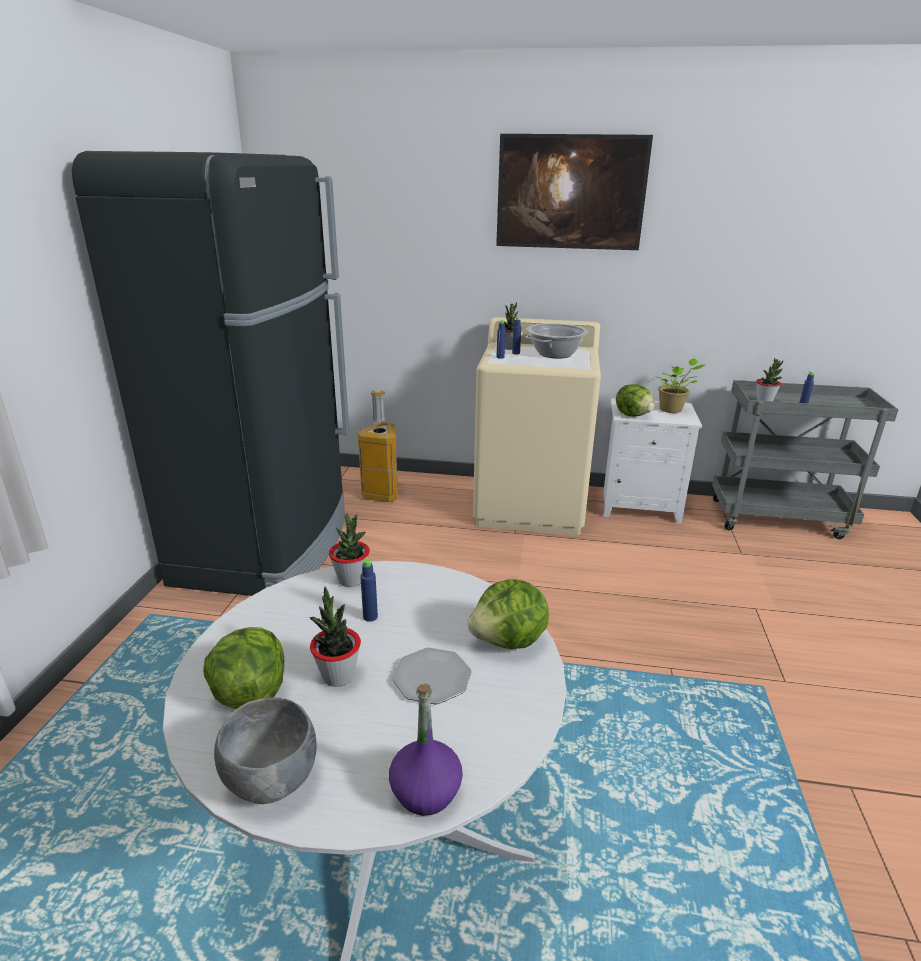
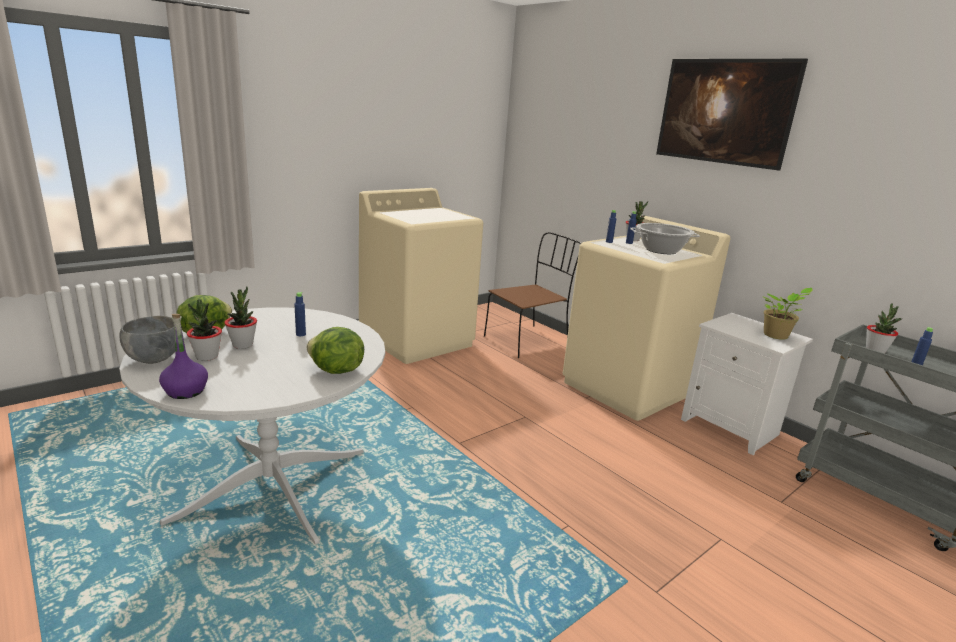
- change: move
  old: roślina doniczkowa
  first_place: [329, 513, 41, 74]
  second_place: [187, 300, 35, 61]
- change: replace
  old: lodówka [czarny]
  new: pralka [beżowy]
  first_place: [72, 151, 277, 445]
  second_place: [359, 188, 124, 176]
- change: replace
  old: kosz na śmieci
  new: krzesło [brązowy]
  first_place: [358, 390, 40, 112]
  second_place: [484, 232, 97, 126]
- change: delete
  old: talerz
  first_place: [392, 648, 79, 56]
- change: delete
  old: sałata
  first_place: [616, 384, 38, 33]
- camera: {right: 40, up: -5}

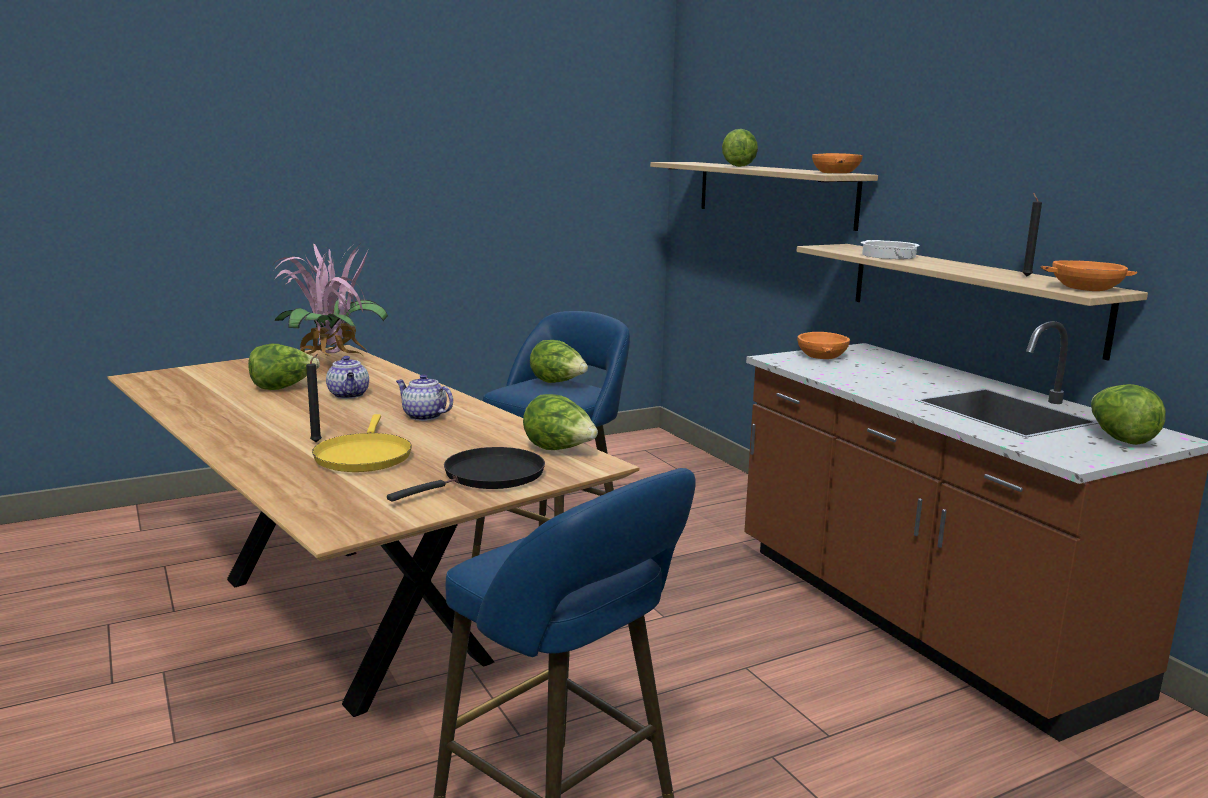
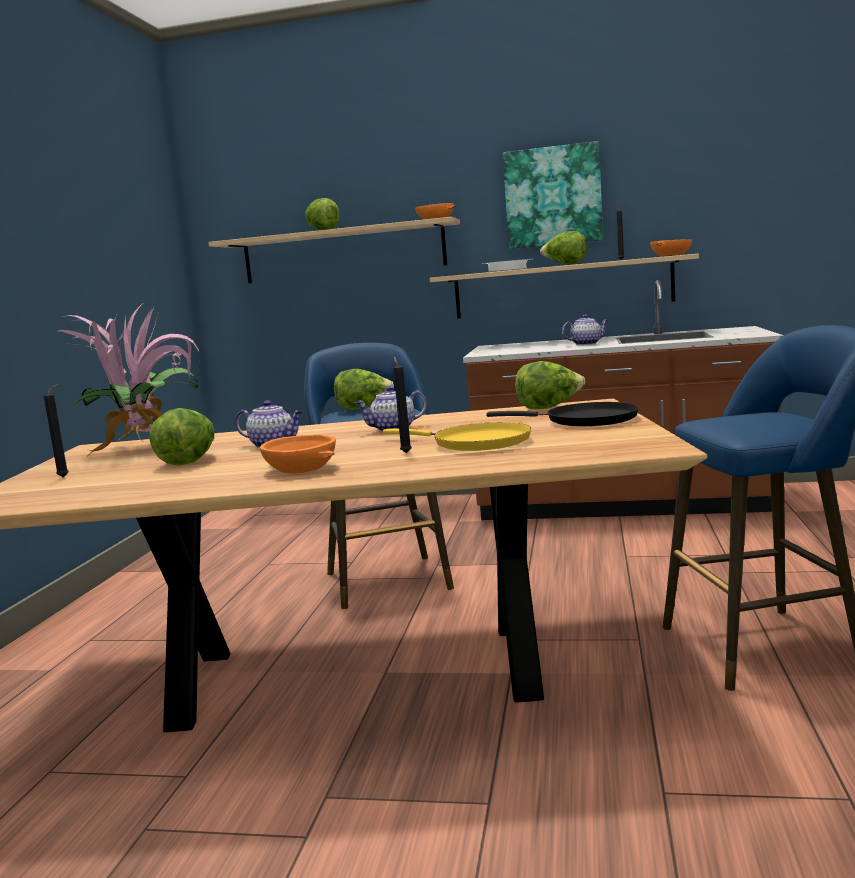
- change: insert
  new: świeca [czarny]
  second_place: [44, 384, 25, 94]
- change: move
  old: miska [pomarańczowy]
  first_place: [797, 332, 53, 27]
  second_place: [260, 435, 76, 39]
- change: rotate
  old: patelnia [czarny]
  first_place: [387, 447, 158, 55]
  second_place: [486, 402, 153, 24]
  degrees: 120
- change: insert
  new: obraz
  second_place: [503, 141, 100, 108]
- change: move
  old: sałata
  first_place: [1091, 384, 75, 61]
  second_place: [540, 231, 47, 34]
- change: insert
  new: imbryk
  second_place: [562, 314, 46, 31]
- camera: {right: -50, up: -5}

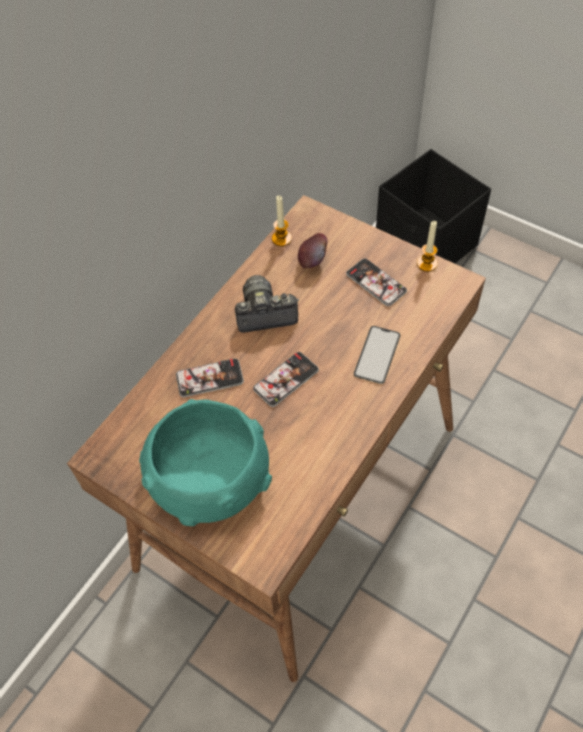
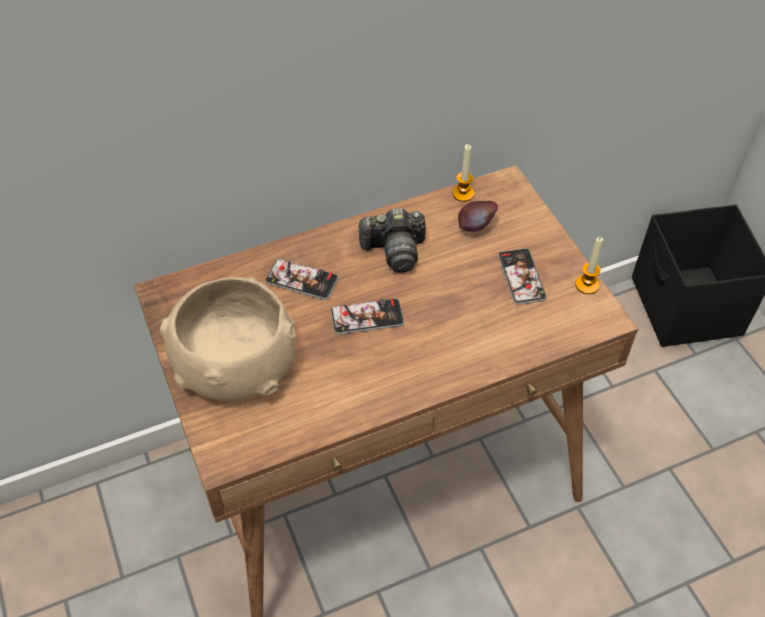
- change: recolor
  old: miska [turkusowy]
  new: miska [beżowy]
  first_place: [139, 399, 133, 127]
  second_place: [160, 277, 136, 124]
- change: rotate
  old: aparat fotograficzny
  first_place: [235, 275, 64, 57]
  second_place: [357, 208, 69, 65]
  degrees: 150
- change: delete
  old: telefon
  first_place: [354, 326, 46, 58]
- camera: {right: 30, up: -5}

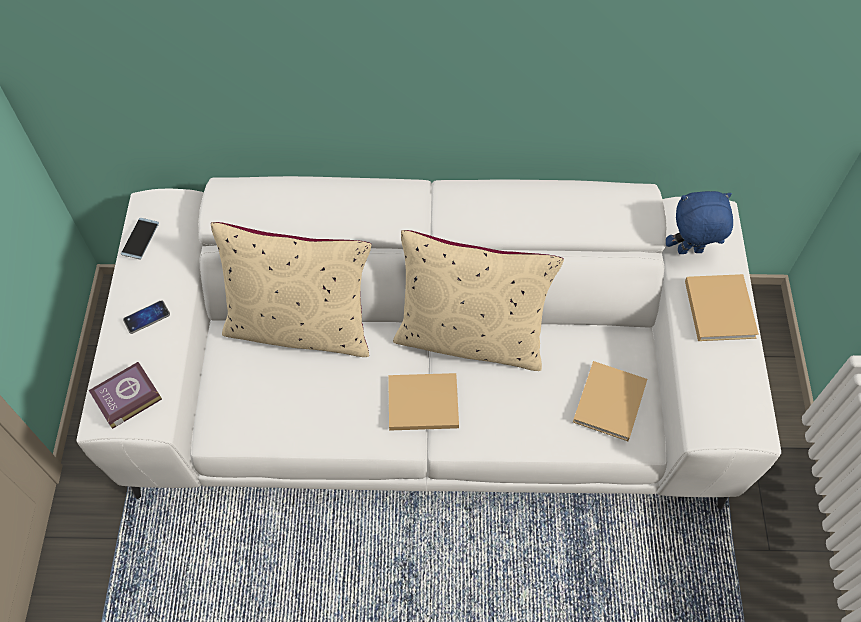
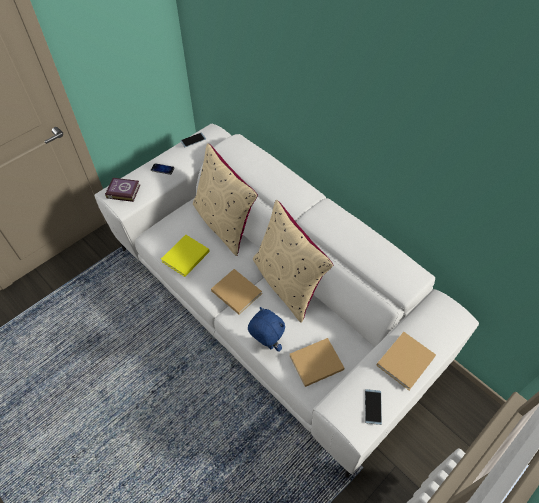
- change: insert
  new: książka [żółty]
  second_place: [161, 235, 49, 42]
- change: move
  old: pluszak [niebieski]
  first_place: [666, 191, 67, 63]
  second_place: [248, 307, 37, 45]
- change: insert
  new: telefon
  second_place: [365, 389, 17, 36]
- camera: {right: 45, up: -5}

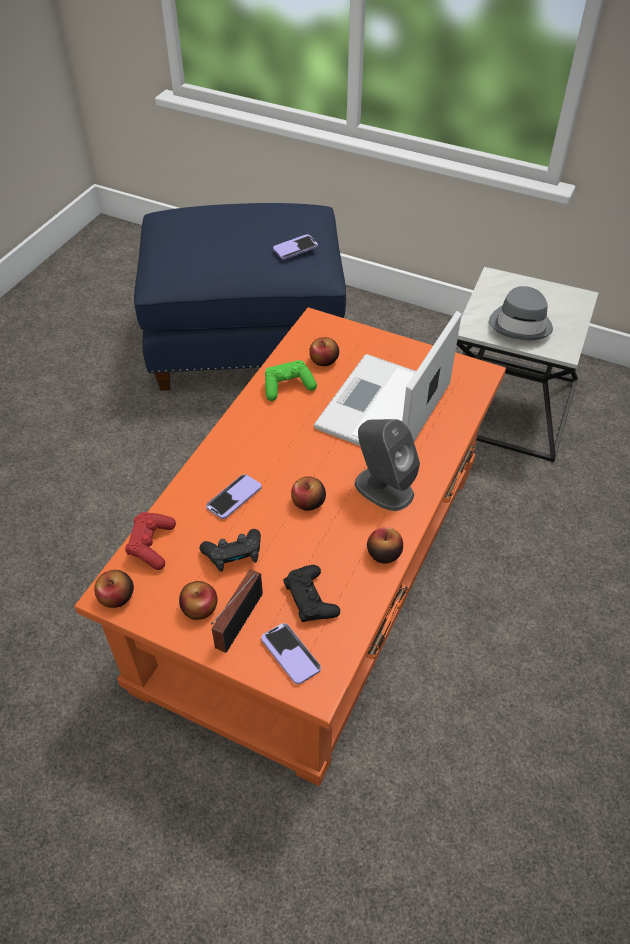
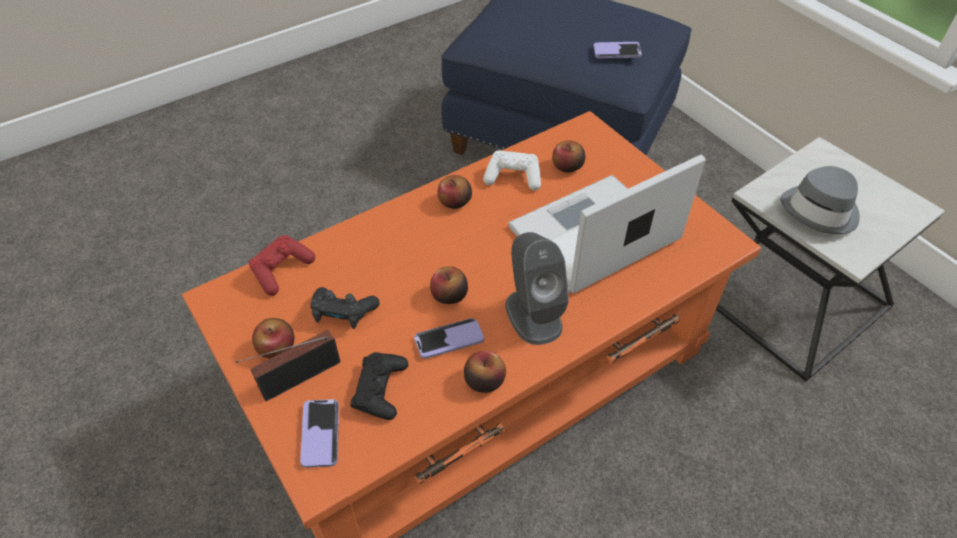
- change: move
  old: telefon
  first_place: [206, 474, 56, 45]
  second_place: [414, 318, 70, 41]
- change: move
  old: jabłko
  first_place: [94, 570, 40, 38]
  second_place: [437, 175, 35, 34]
- change: recolor
  old: pad do gier [zielony]
  new: pad do gier [biały]
  first_place: [265, 360, 52, 41]
  second_place: [483, 150, 58, 41]
- camera: {right: 30, up: 0}

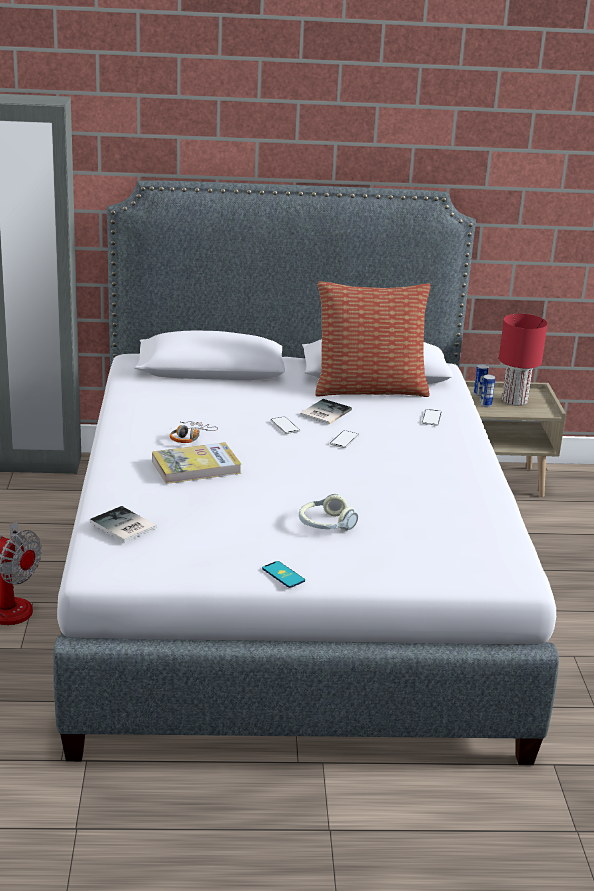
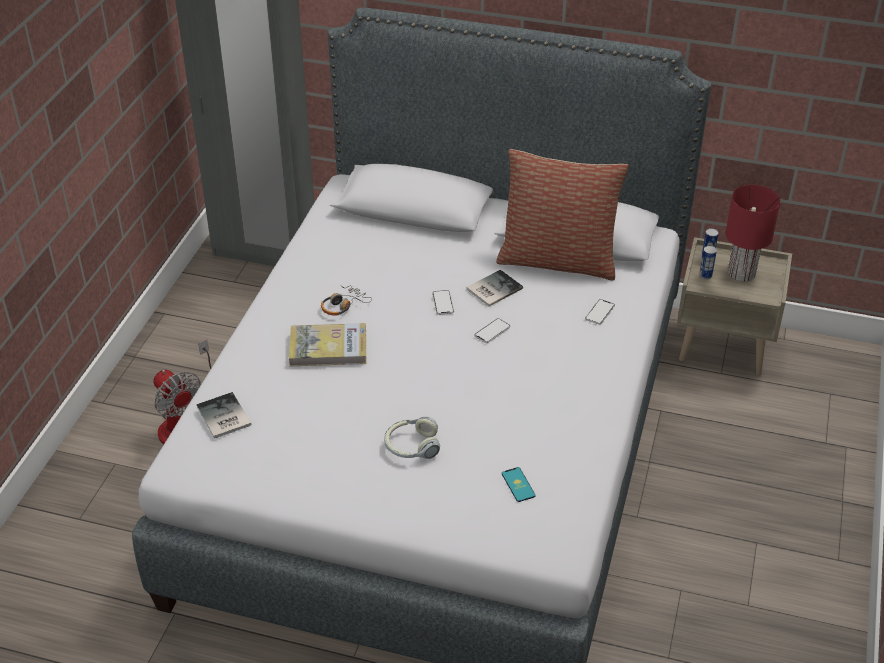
- change: move
  old: telefon
  first_place: [262, 561, 43, 27]
  second_place: [502, 467, 33, 35]
- camera: {right: 20, up: 15}

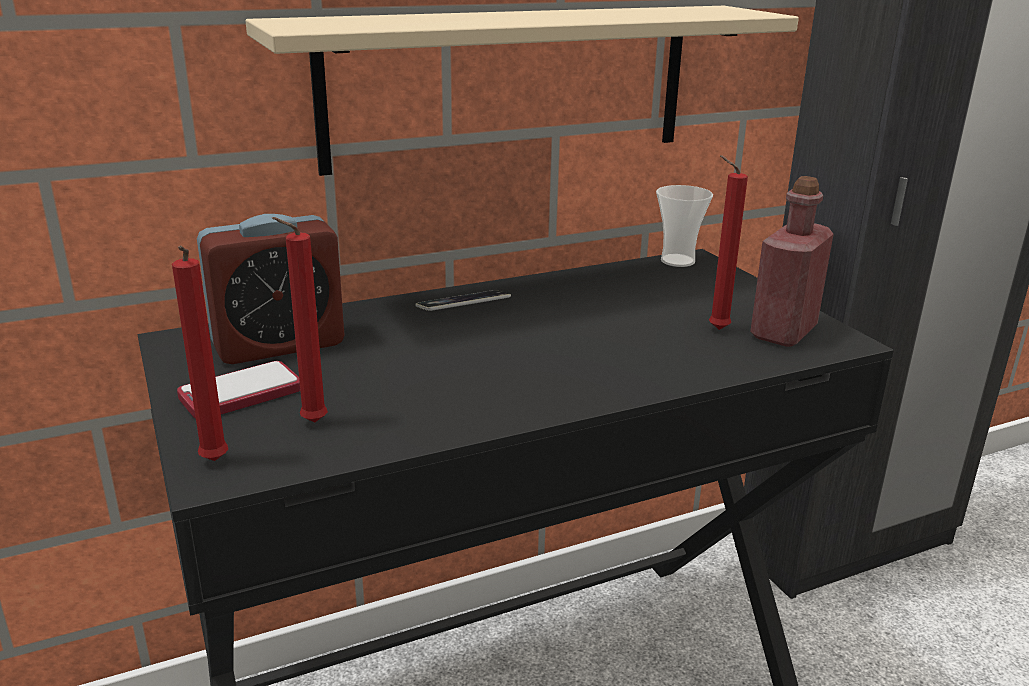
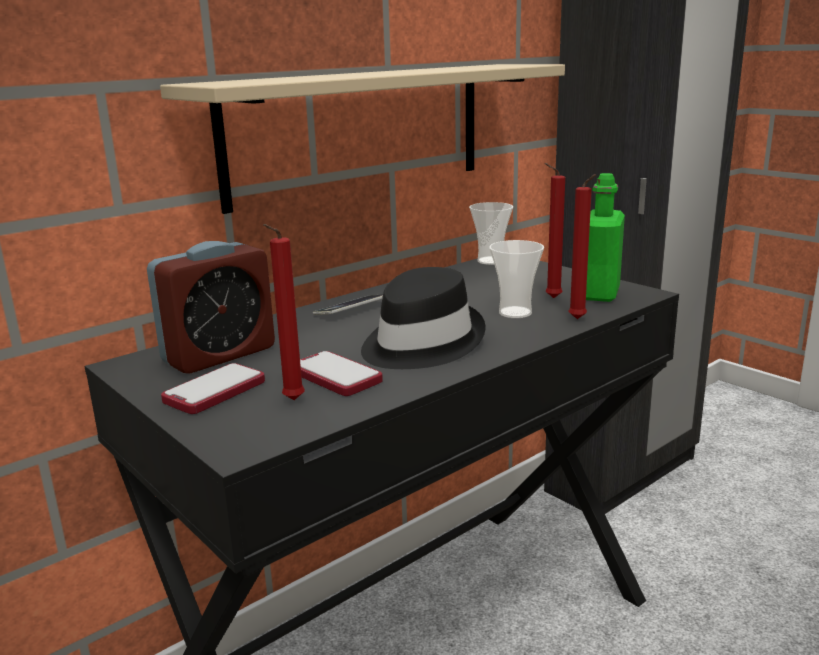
- change: insert
  new: telefon
  second_place: [300, 351, 83, 45]
- change: insert
  new: kapelusz [czarny]
  second_place: [361, 267, 124, 102]
- change: insert
  new: filiżanka
  second_place: [489, 240, 55, 78]
- change: move
  old: świeca [czerwony]
  first_place: [172, 246, 56, 215]
  second_place: [568, 174, 28, 145]
- change: recolor
  old: butelka [czerwony]
  new: butelka [zielony]
  first_place: [750, 176, 84, 171]
  second_place: [586, 173, 39, 129]
- camera: {right: -15, up: -5}

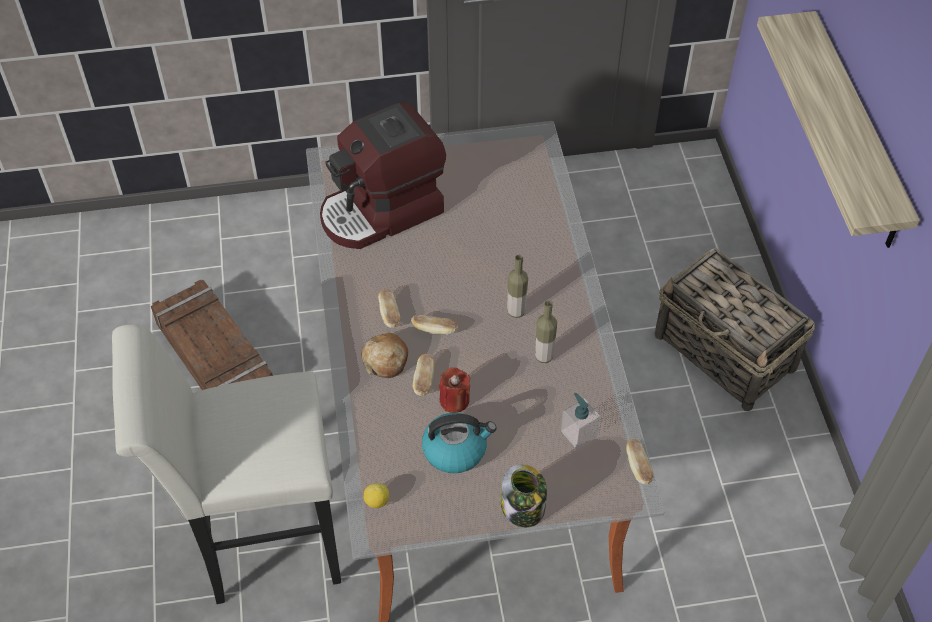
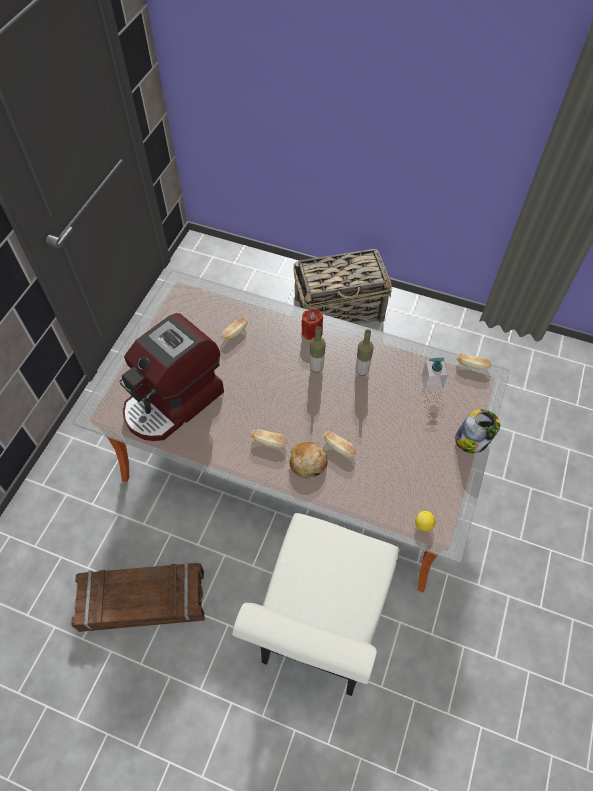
- change: rotate
  old: ekspres do kawy
  first_place: [320, 102, 126, 147]
  second_place: [119, 313, 105, 128]
  degrees: 45
- change: move
  old: chleb
  first_place: [411, 315, 47, 20]
  second_place: [220, 318, 28, 23]
- change: move
  old: świeca [czerwony]
  first_place: [439, 367, 31, 46]
  second_place: [301, 308, 22, 32]
- change: delete
  old: czajnik
  first_place: [422, 413, 75, 60]
- change: delete
  old: półka
  first_place: [757, 11, 163, 237]
- camera: {right: -60, up: 5}

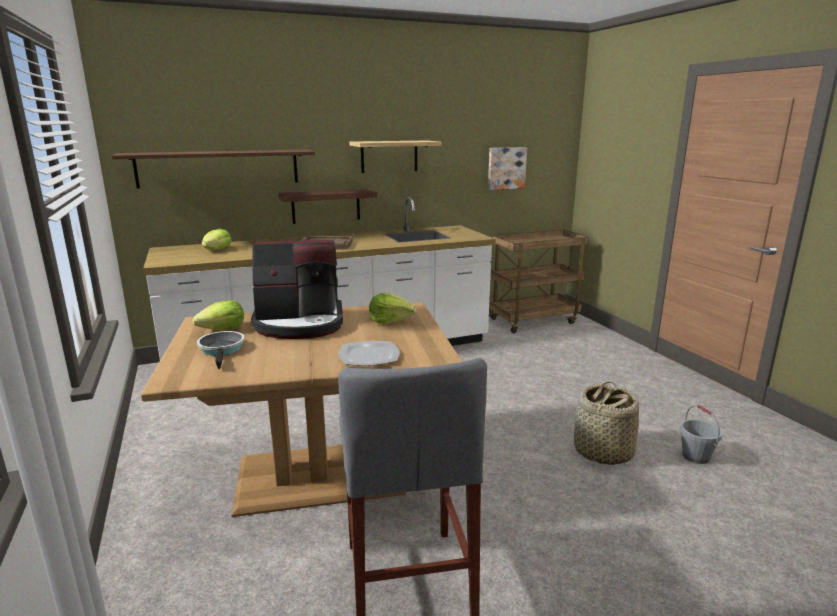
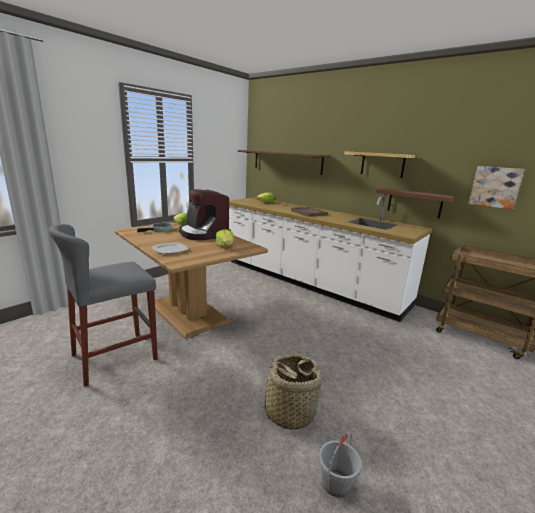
- change: move
  old: półka [brązowy]
  first_place: [279, 189, 98, 35]
  second_place: [376, 188, 79, 31]
- camera: {right: 60, up: 0}

